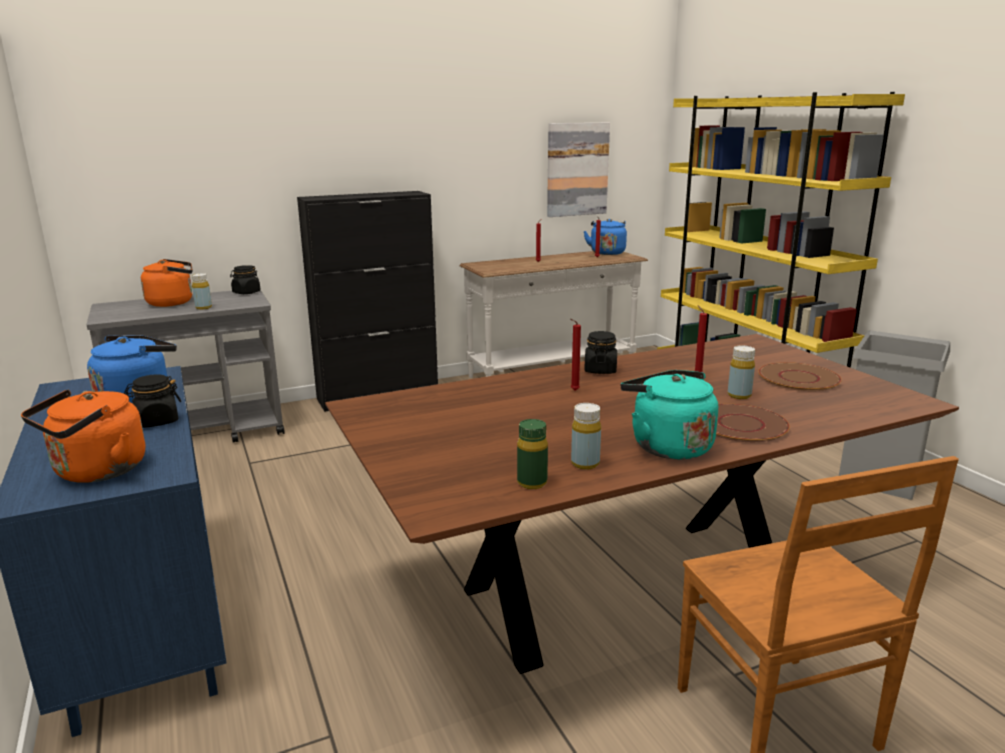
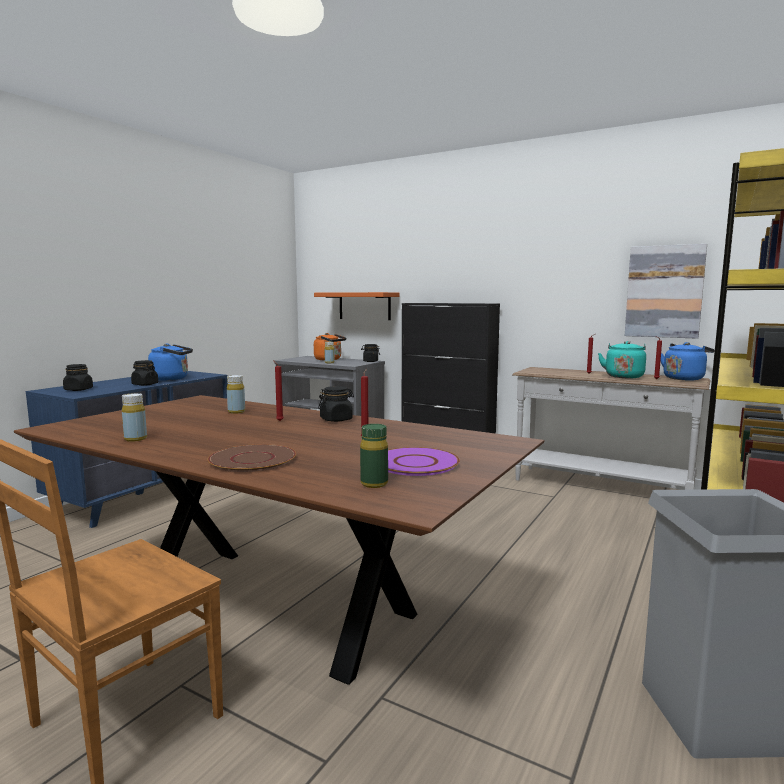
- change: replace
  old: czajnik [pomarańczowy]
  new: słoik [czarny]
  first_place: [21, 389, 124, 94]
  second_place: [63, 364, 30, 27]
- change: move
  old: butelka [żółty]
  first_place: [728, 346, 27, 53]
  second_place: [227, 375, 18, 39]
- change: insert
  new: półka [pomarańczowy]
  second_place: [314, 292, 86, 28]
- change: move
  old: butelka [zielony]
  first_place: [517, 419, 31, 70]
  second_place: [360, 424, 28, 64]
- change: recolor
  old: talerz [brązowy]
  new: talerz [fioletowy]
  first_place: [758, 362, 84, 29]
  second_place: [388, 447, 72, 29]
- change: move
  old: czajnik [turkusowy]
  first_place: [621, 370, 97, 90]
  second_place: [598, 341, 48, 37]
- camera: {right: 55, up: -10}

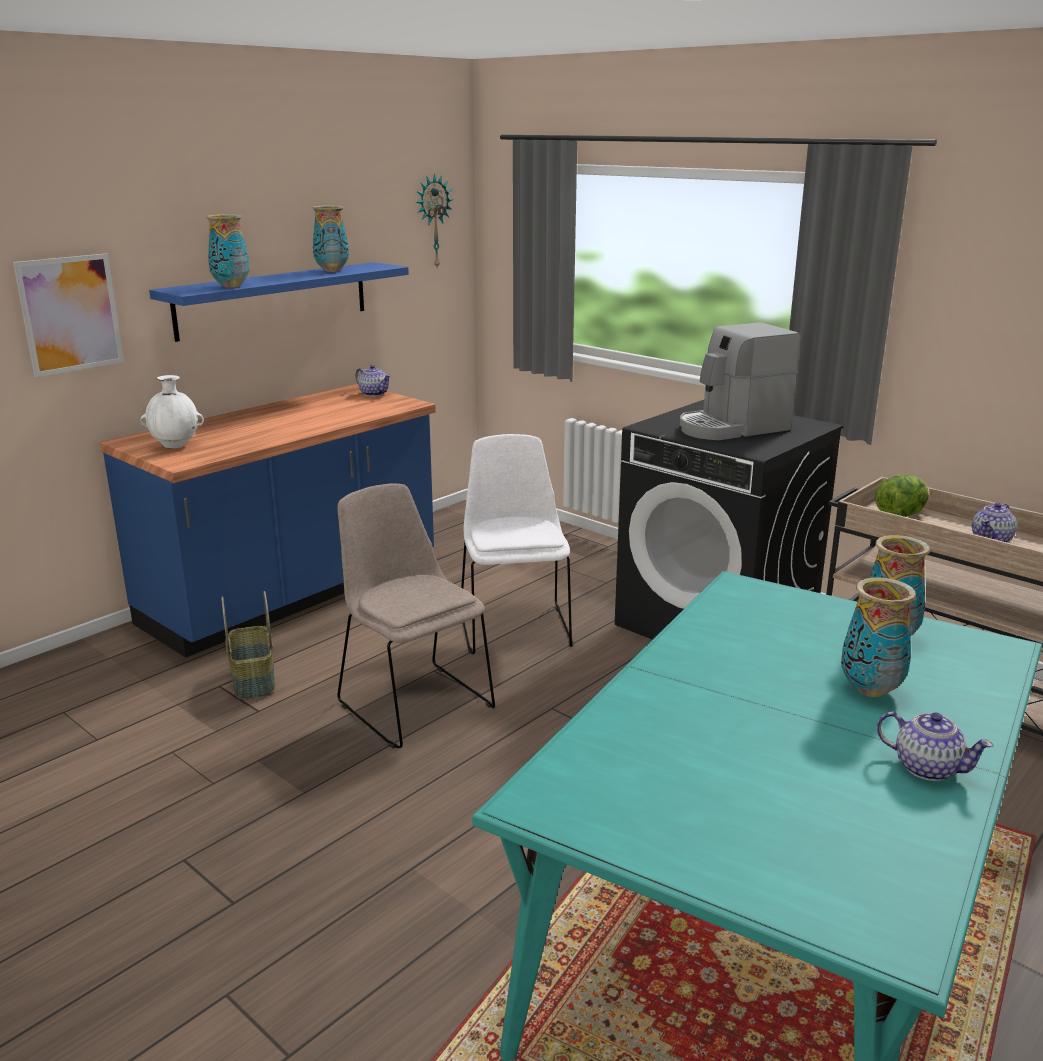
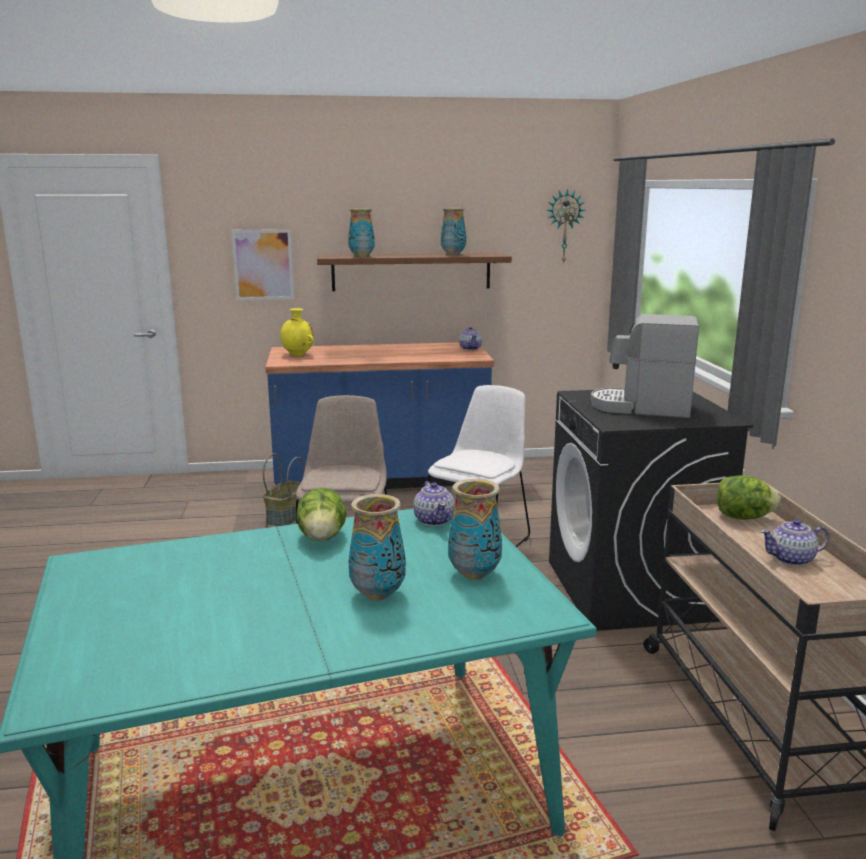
- change: recolor
  old: wazon [biały]
  new: wazon [żółty]
  first_place: [141, 375, 63, 73]
  second_place: [280, 308, 34, 48]
- change: insert
  new: sałata
  second_place: [296, 488, 51, 53]
- change: recolor
  old: półka [niebieski]
  new: półka [brązowy]
  first_place: [149, 262, 260, 80]
  second_place: [317, 253, 195, 38]
- change: move
  old: imbryk
  first_place: [877, 711, 116, 70]
  second_place: [413, 481, 42, 45]
- camera: {right: 40, up: -5}

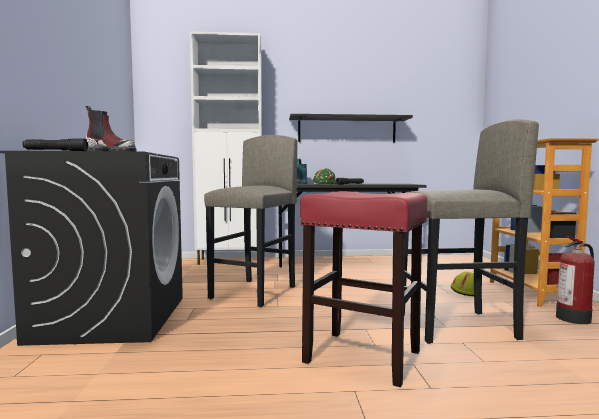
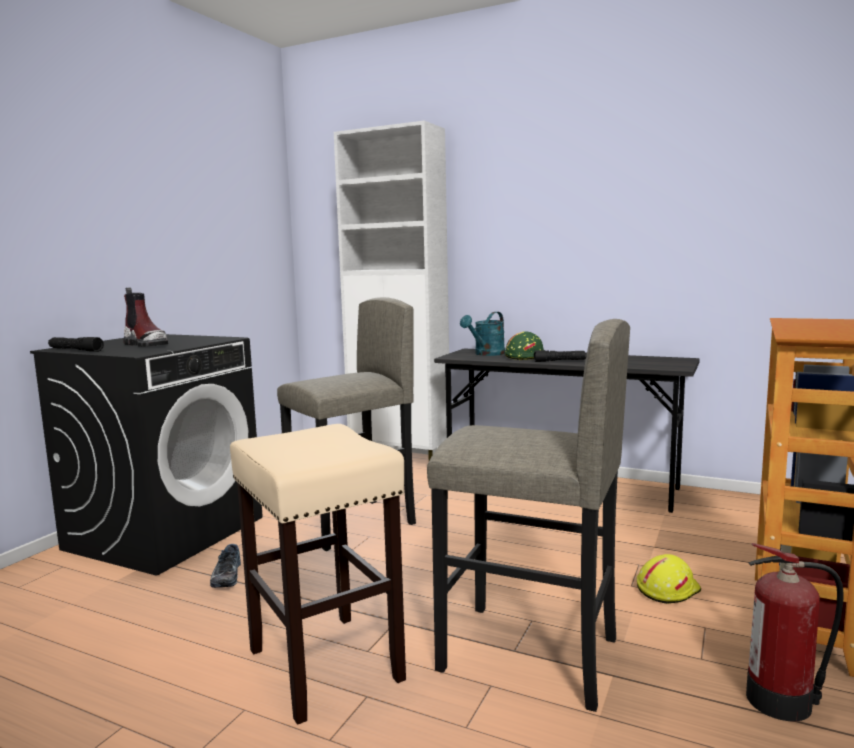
- change: insert
  new: but
  second_place: [210, 544, 31, 44]
- change: recolor
  old: stołek [czerwony]
  new: stołek [beżowy]
  first_place: [300, 191, 127, 196]
  second_place: [230, 424, 176, 301]
- change: delete
  old: półka
  first_place: [289, 114, 124, 29]
- camera: {right: 30, up: 5}

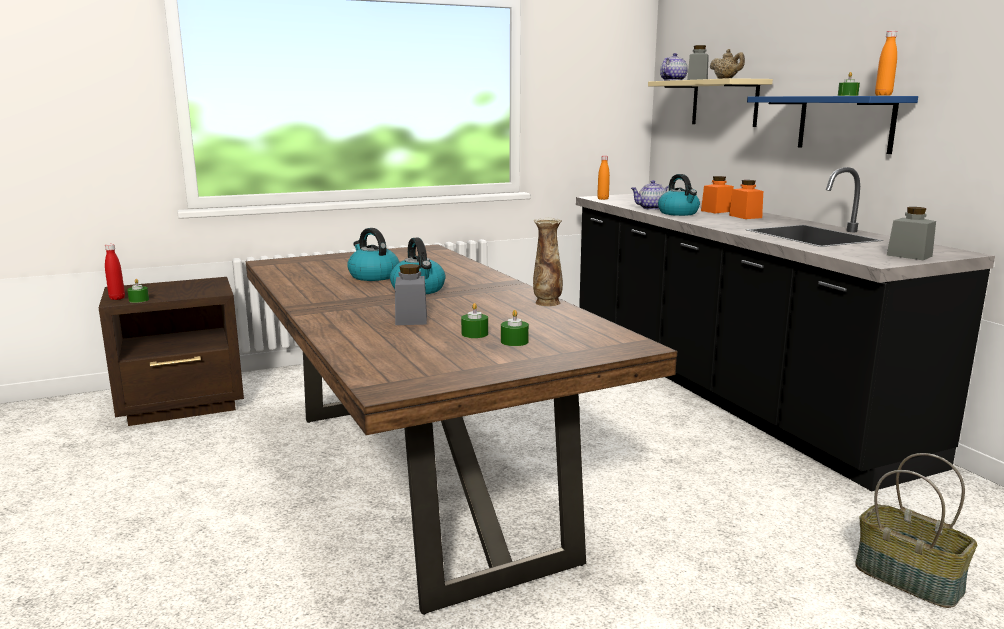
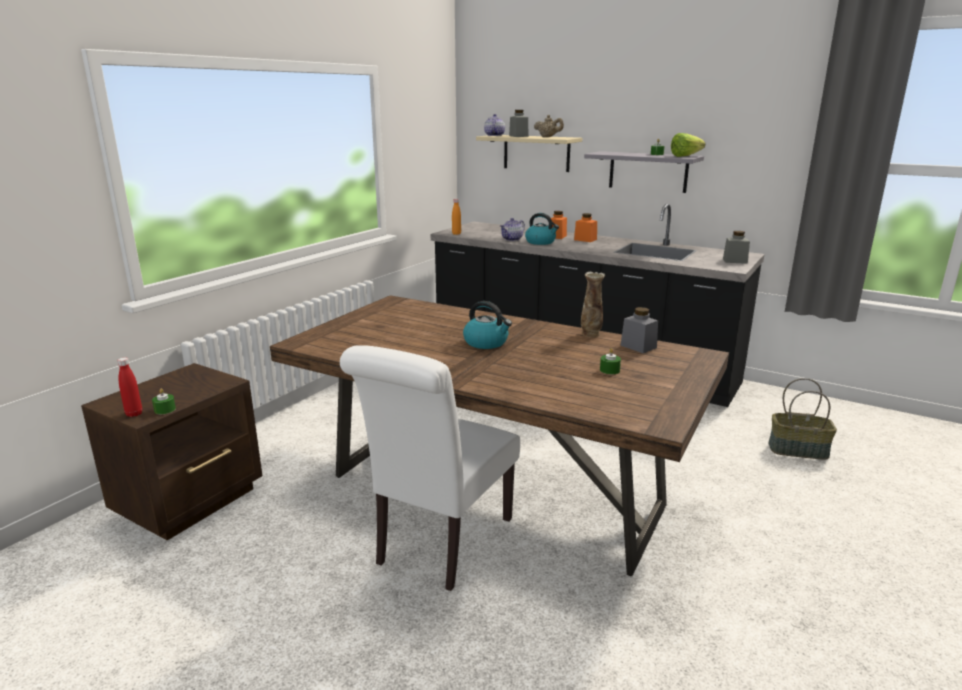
- change: insert
  new: krzesło [biały]
  second_place: [340, 345, 180, 246]
- change: recolor
  old: półka [niebieski]
  new: półka [szary]
  first_place: [747, 96, 171, 58]
  second_place: [584, 151, 120, 42]
- change: move
  old: słoik [szary]
  first_place: [395, 264, 32, 61]
  second_place: [620, 307, 38, 46]
- change: replace
  old: butelka [pomarańczowy]
  new: sałata
  first_place: [875, 31, 22, 65]
  second_place: [671, 133, 34, 24]
- change: delete
  old: czajnik
  first_place: [347, 228, 52, 53]
- change: delete
  old: świeca [zielony]
  first_place: [501, 310, 28, 36]
- camera: {right: -35, up: 5}

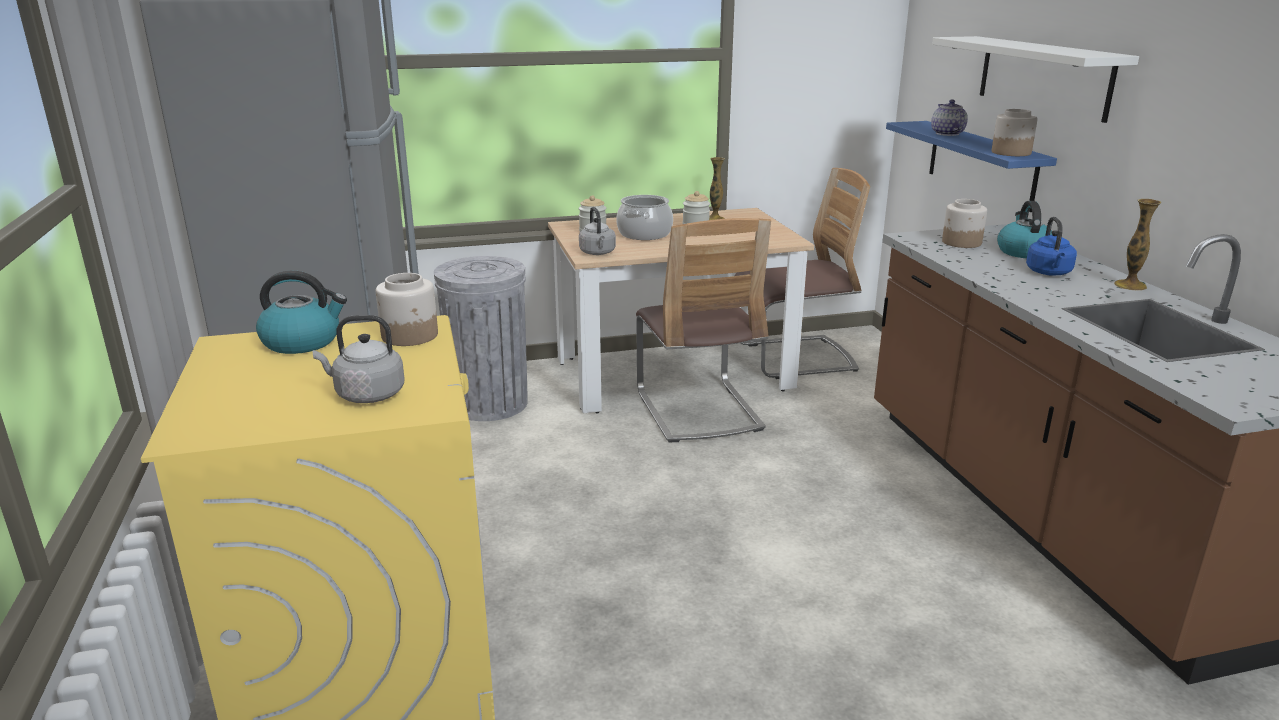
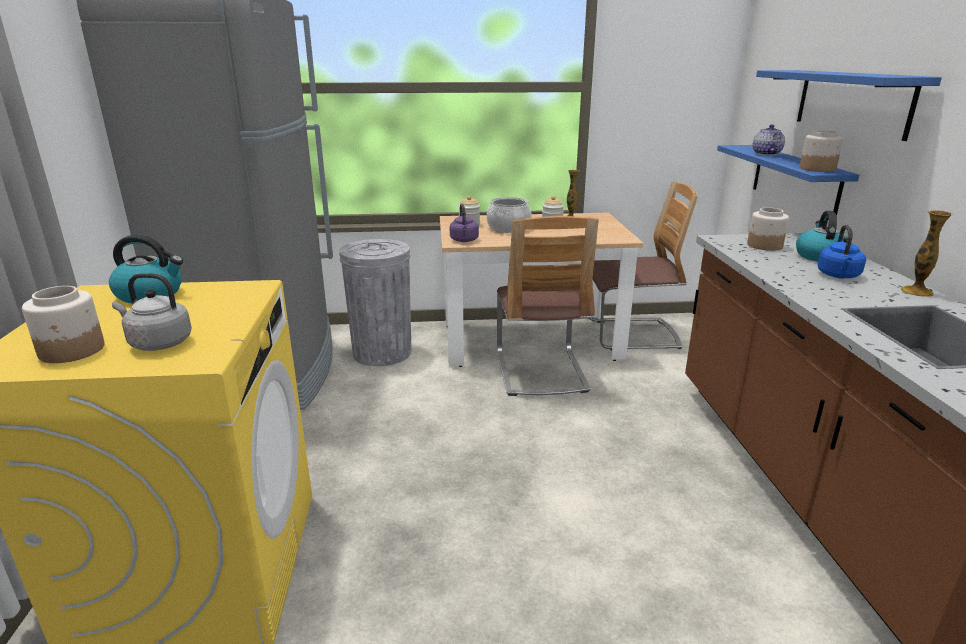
- change: move
  old: słoik
  first_place: [376, 273, 62, 73]
  second_place: [22, 286, 83, 77]
- change: recolor
  old: czajnik [szary]
  new: czajnik [fioletowy]
  first_place: [579, 207, 37, 48]
  second_place: [450, 204, 29, 38]
- change: recolor
  old: półka [biały]
  new: półka [niebieski]
  first_place: [932, 36, 207, 87]
  second_place: [756, 70, 186, 71]
- camera: {right: 10, up: 0}

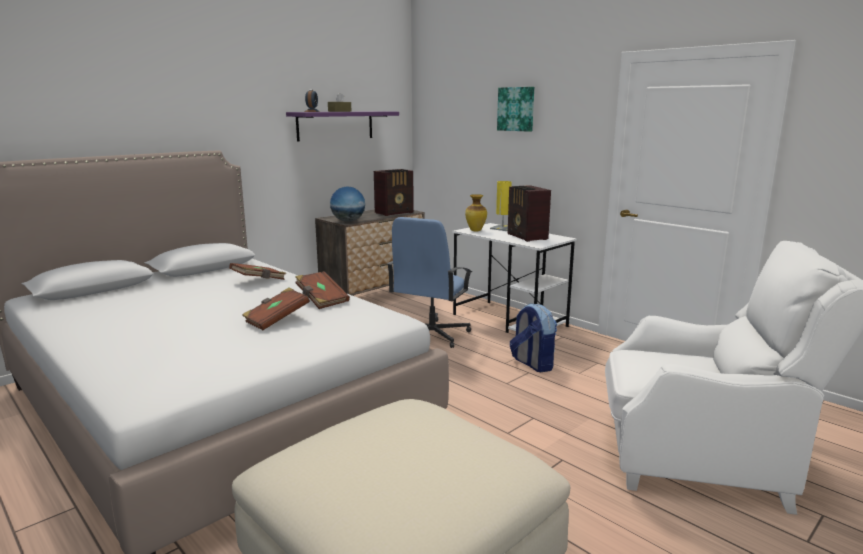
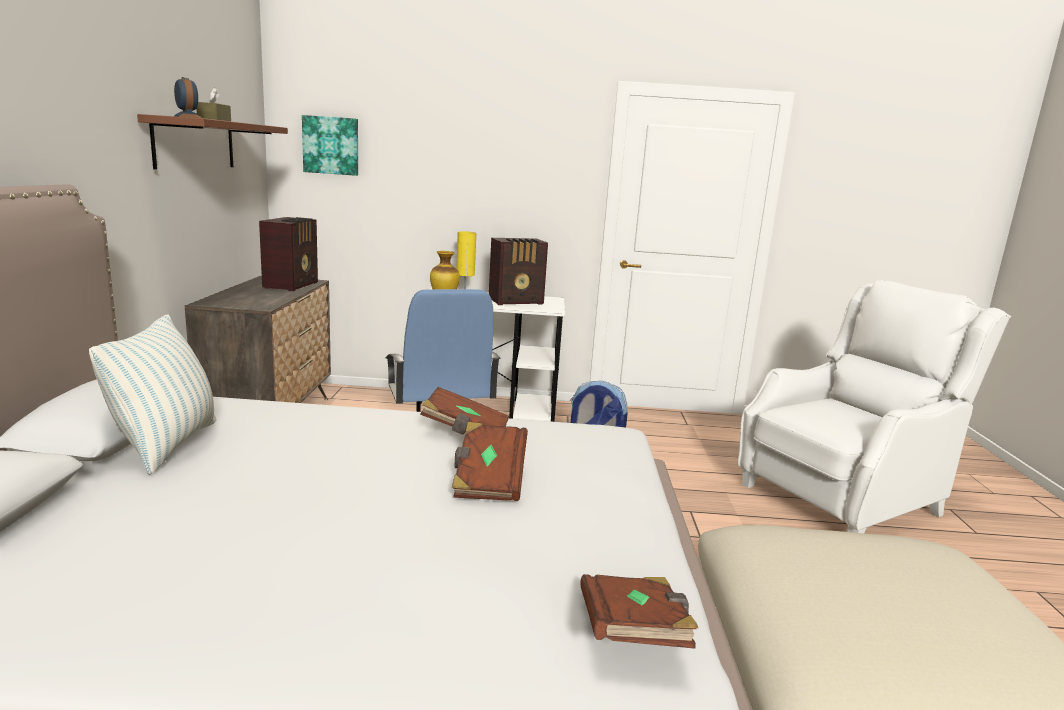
- change: insert
  new: poduszka
  second_place: [89, 314, 128, 161]
- change: recolor
  old: półka [fioletowy]
  new: półka [brązowy]
  first_place: [286, 111, 113, 30]
  second_place: [137, 114, 151, 56]
- change: move
  old: obraz
  first_place: [497, 87, 37, 45]
  second_place: [302, 115, 56, 61]
- change: rotate
  old: radio
  first_place: [508, 185, 43, 57]
  second_place: [489, 238, 59, 67]
  degrees: -45
- change: move
  old: książka [brązowy]
  first_place: [229, 263, 57, 17]
  second_place: [580, 574, 118, 75]
- change: delete
  old: globus
  first_place: [330, 186, 35, 36]
- camera: {right: -45, up: 0}

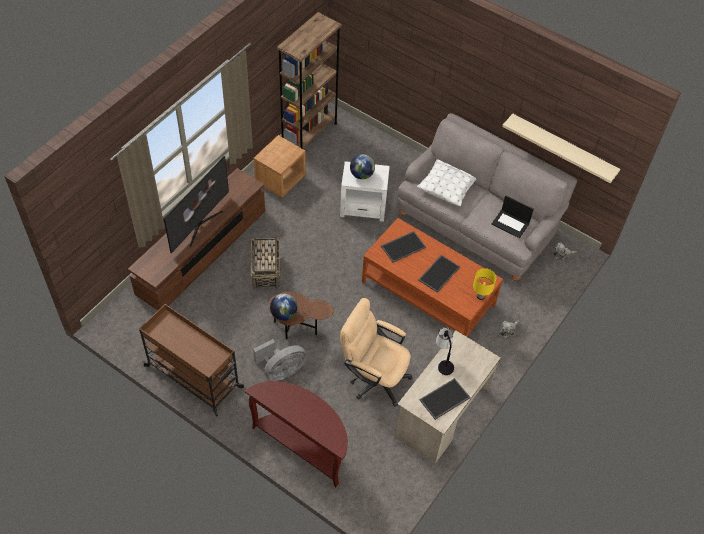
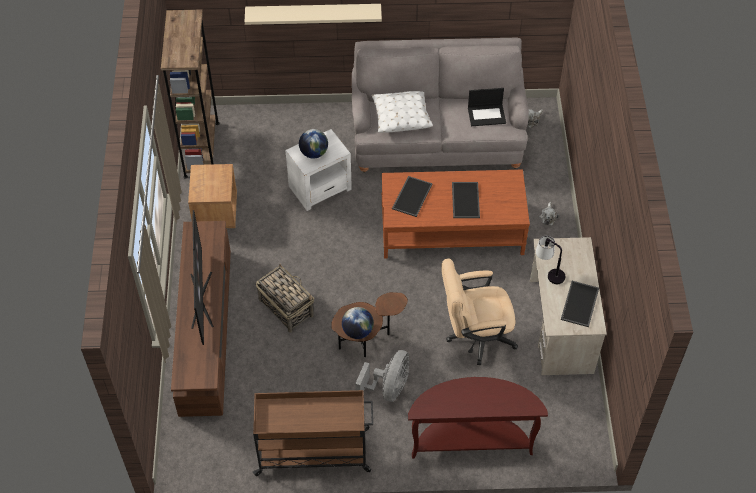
- change: move
  old: półka [beżowy]
  first_place: [502, 114, 118, 69]
  second_place: [245, 4, 137, 21]
- change: delete
  old: lampa stołowa [żółty]
  first_place: [473, 268, 23, 32]
- camera: {right: -35, up: 0}

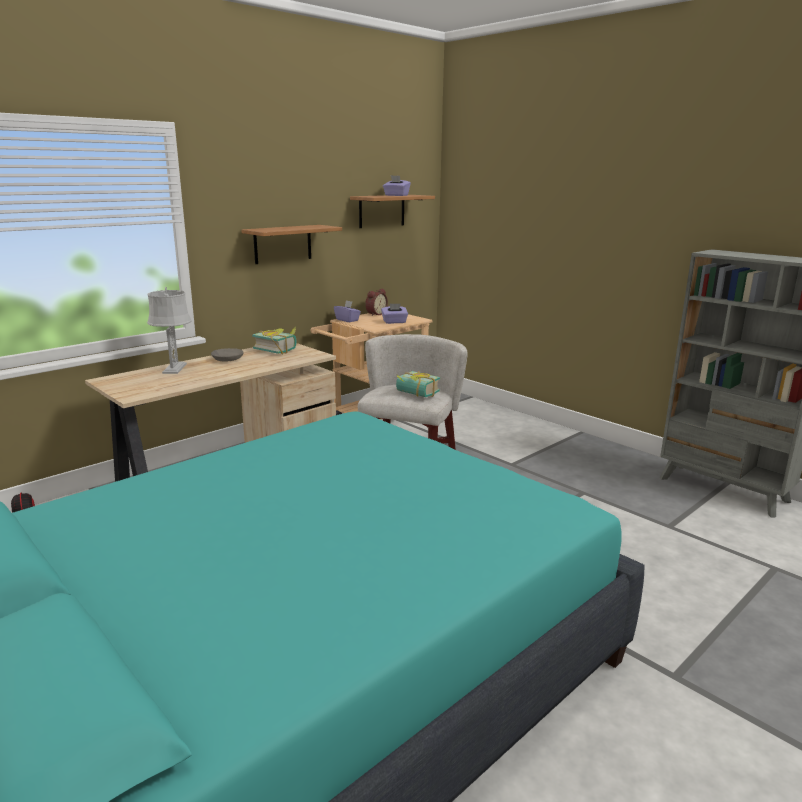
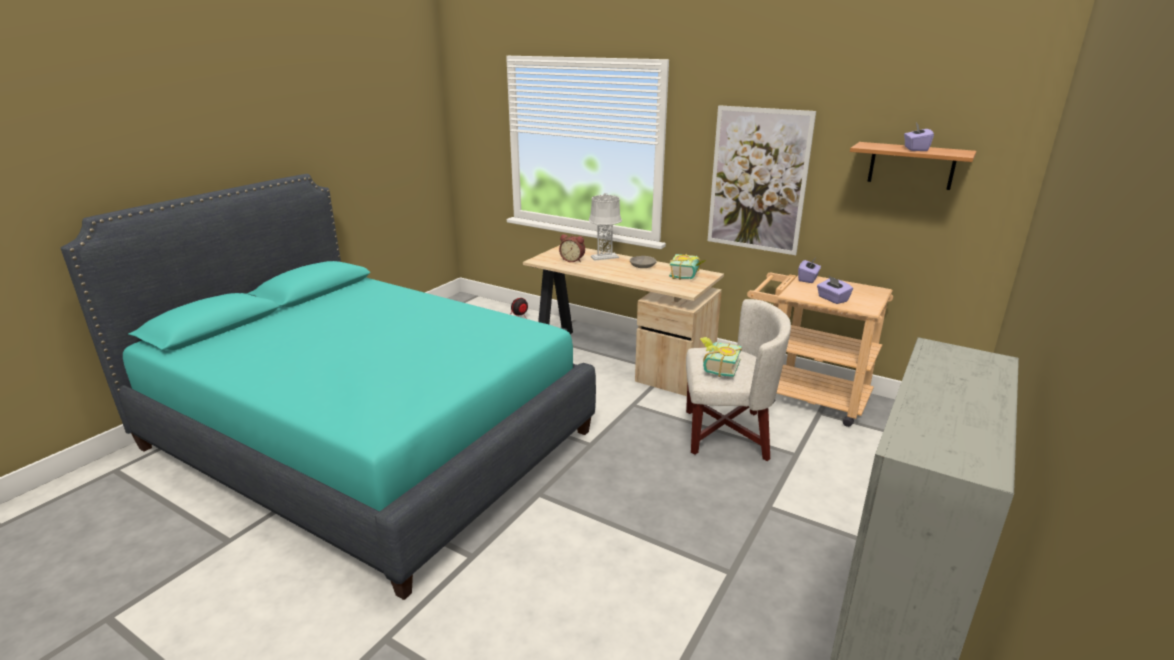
- change: move
  old: budzik
  first_place: [365, 289, 23, 27]
  second_place: [559, 234, 26, 28]
- change: replace
  old: półka
  new: obraz
  first_place: [241, 225, 101, 39]
  second_place: [708, 105, 108, 150]
- camera: {right: 75, up: 5}

